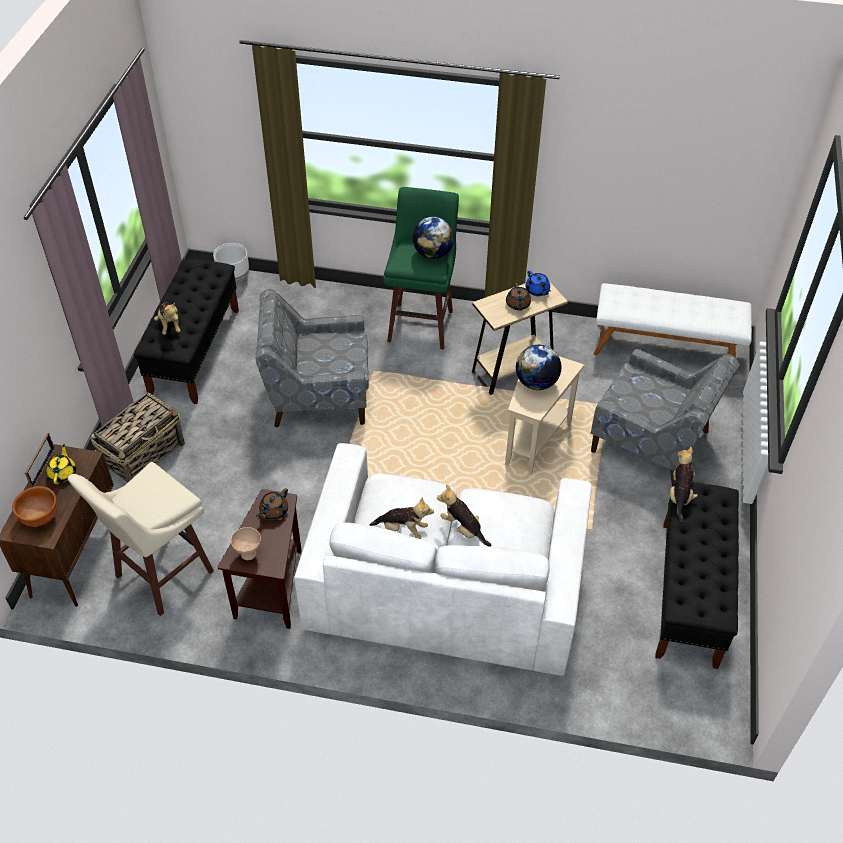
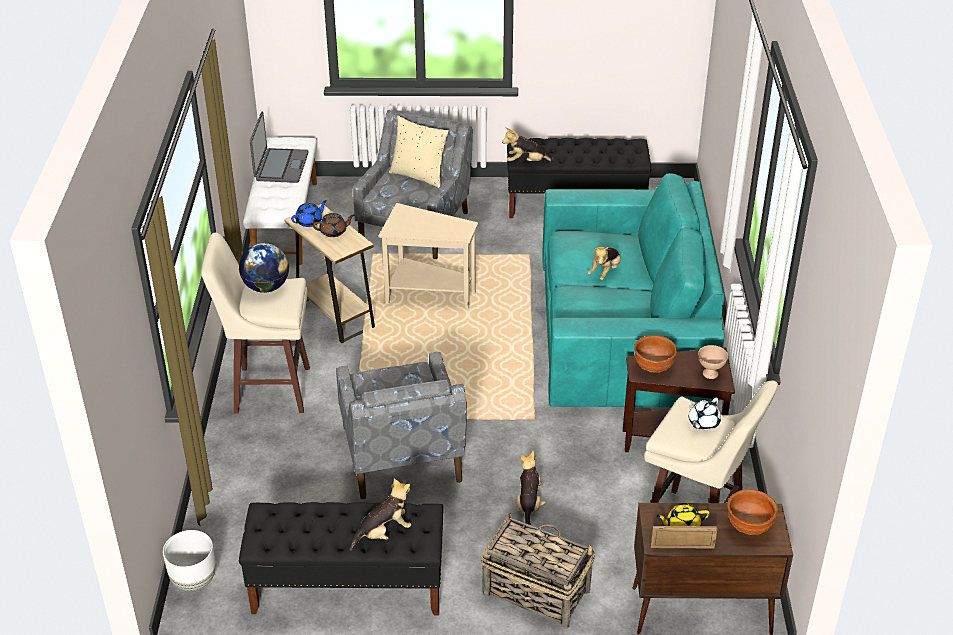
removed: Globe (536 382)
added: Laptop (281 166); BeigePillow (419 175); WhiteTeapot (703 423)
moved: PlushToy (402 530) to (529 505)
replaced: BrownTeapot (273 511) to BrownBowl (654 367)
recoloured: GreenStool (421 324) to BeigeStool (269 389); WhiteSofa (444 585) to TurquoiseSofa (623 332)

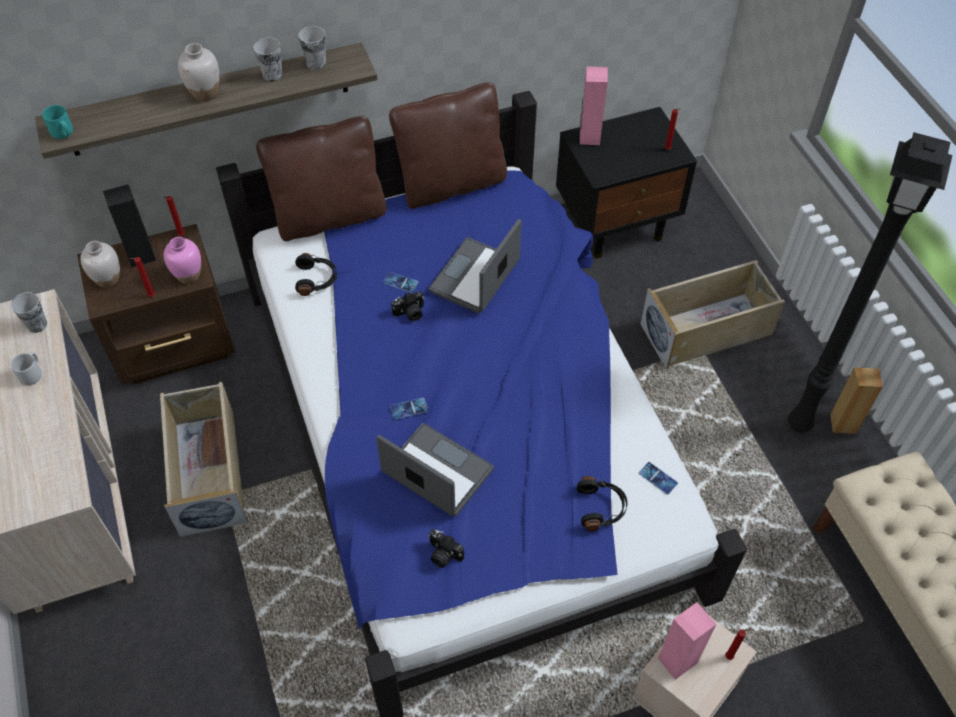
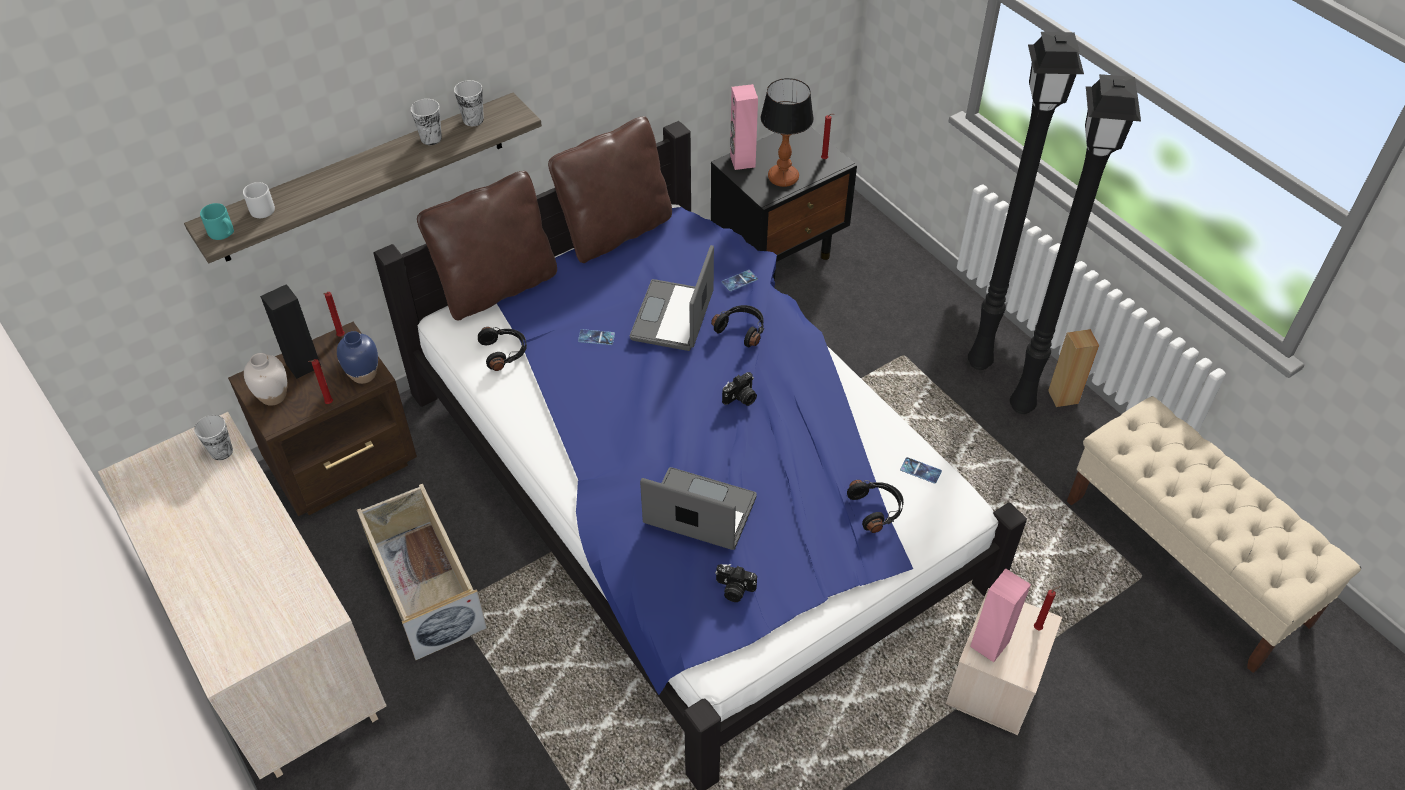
removed: WhiteVase (205 93); BeigeStorageBox (707 329)
added: BlackHeadphones (742 330); TableLamp (783 178); BlackFloorLamp (981 361)
moved: GreyMug (32 374) to (263 208); Phone (409 409) to (739 281); PhotoCamera (410 313) to (741 398)
recoloured: PinkVase (188 275) to BlueVase (363 375)

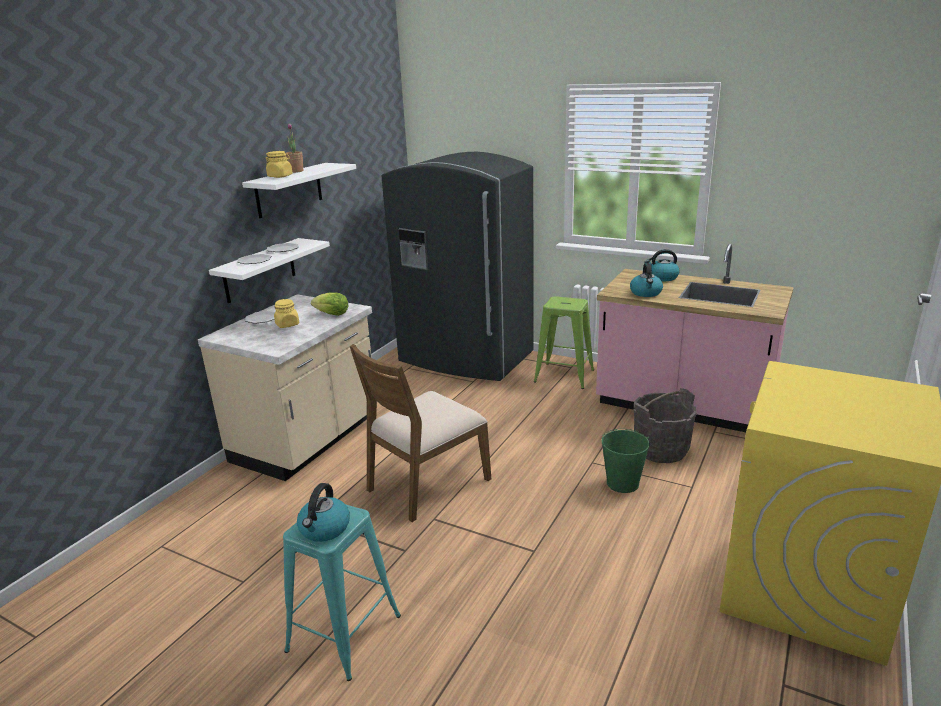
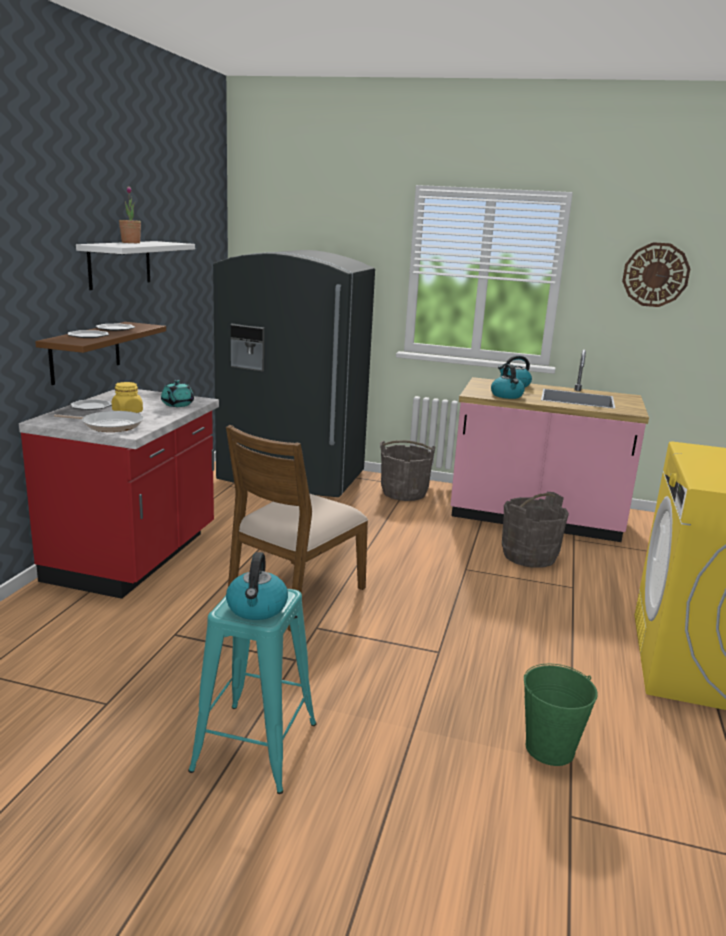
removed: YellowJar (280 176)
added: FryingPan (109 425); WallClock (655 275)
moved: GreenBucket (623 483) to (550 749)
replaced: Lettuce (332 314) to TurquoiseTeapot (177 405); GreenStool (563 376) to GreyBucket (404 493)
recoloured: BeigeCounter (308 441) to RedCounter (135 557); WhiteShelf (259 270) to BrownShelf (85 352)

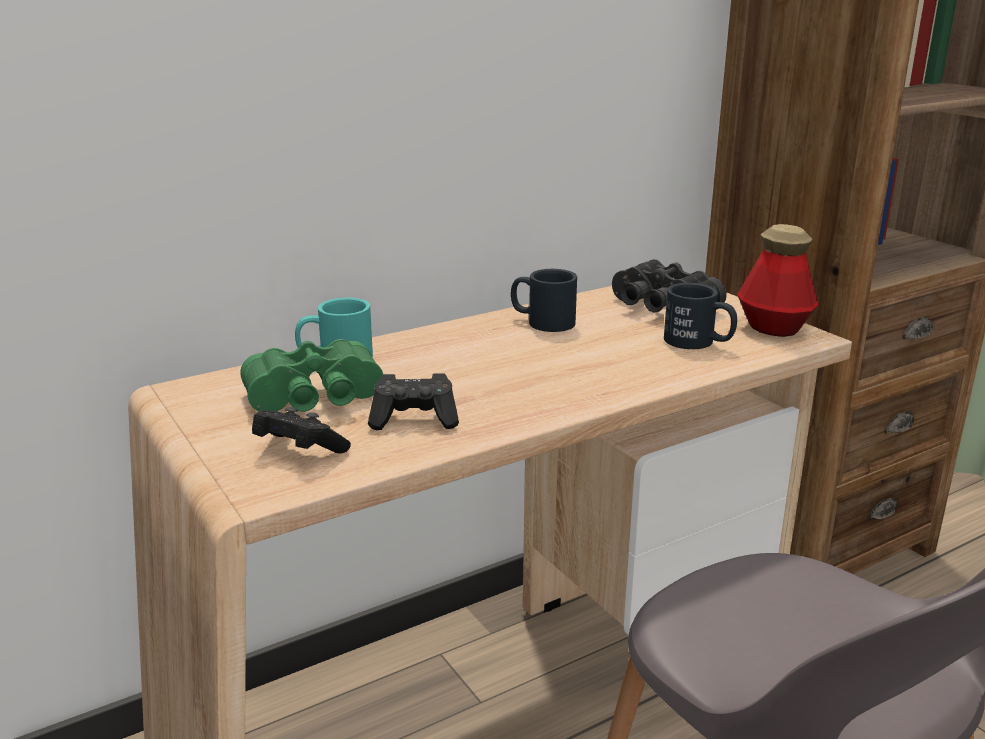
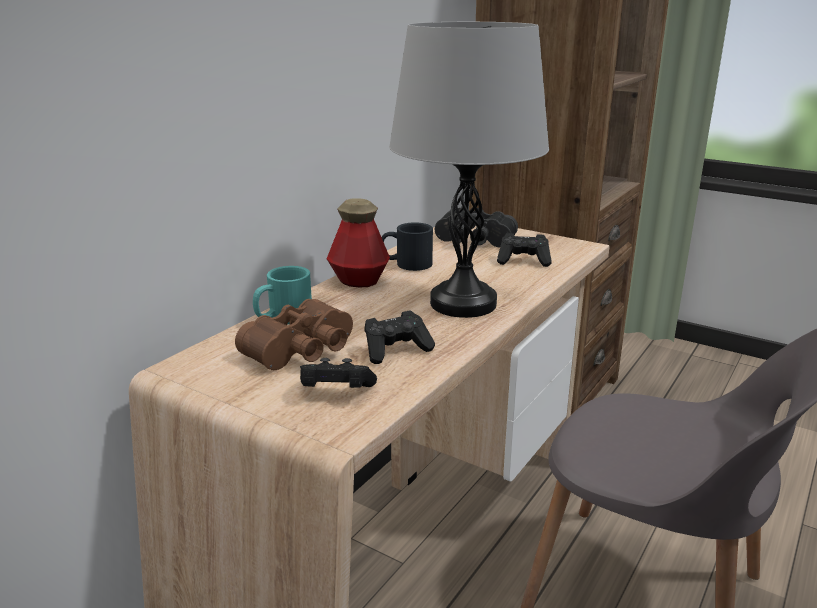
added: GreyTableLamp (463 303)
moved: Bottle (773 328) to (359 280)
replaced: BlackMug (698 342) to BlackGameController (524 261)
recoloured: GreenBinoculars (316 400) to BrownBinoculars (304 351)

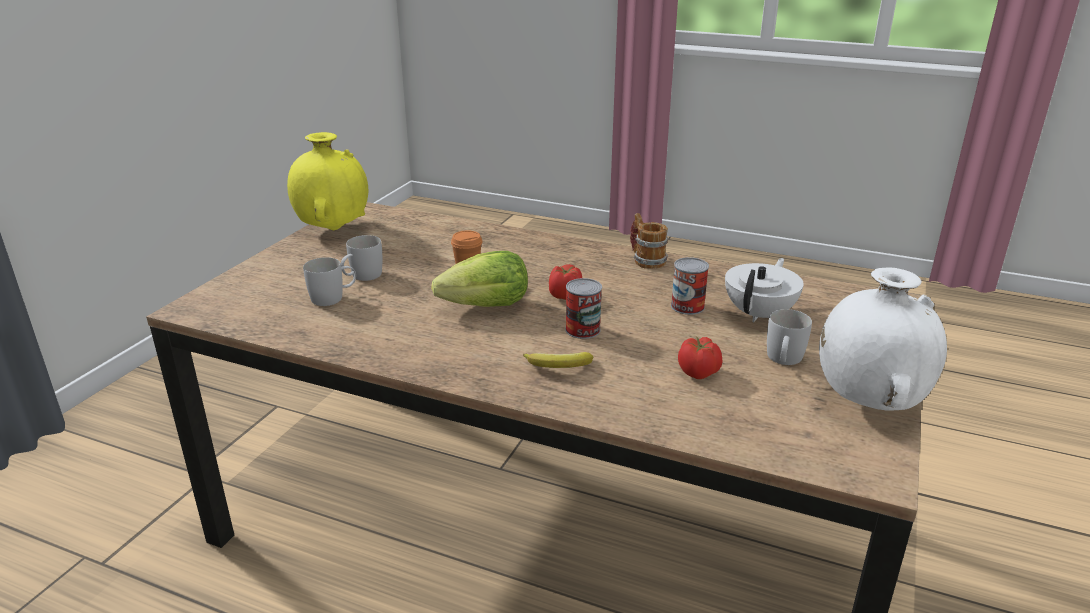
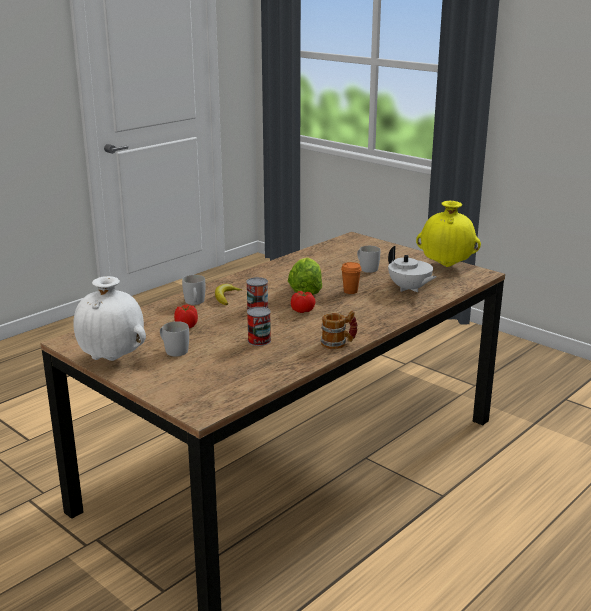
moved: WhiteMug (333 297) to (195 303); WhiteTeapot (760 314) to (409 289)

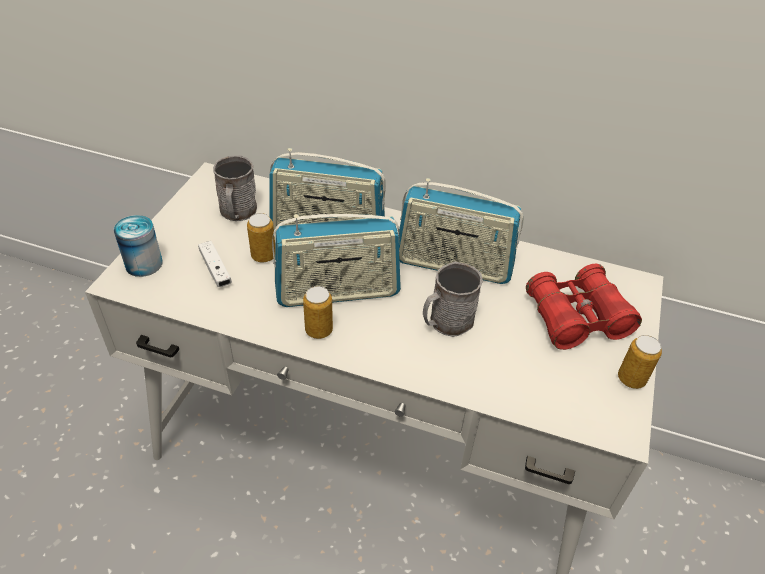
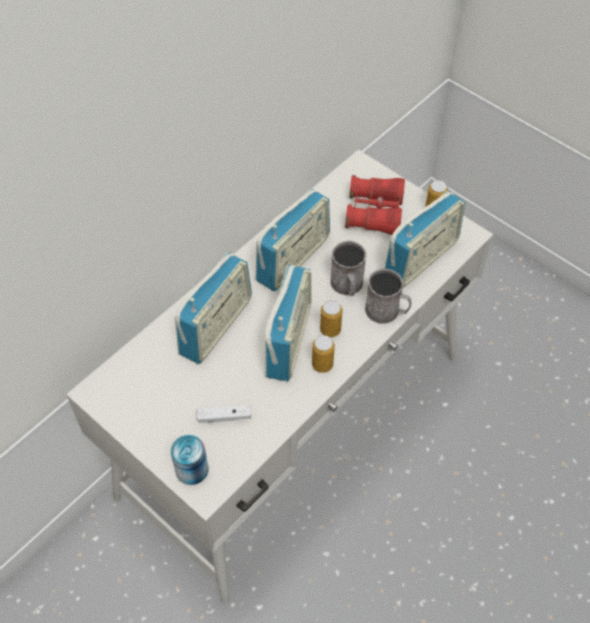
added: Radio (421 259)
moved: Can (263 256) to (330 330); GreyMug (238 212) to (387 311)

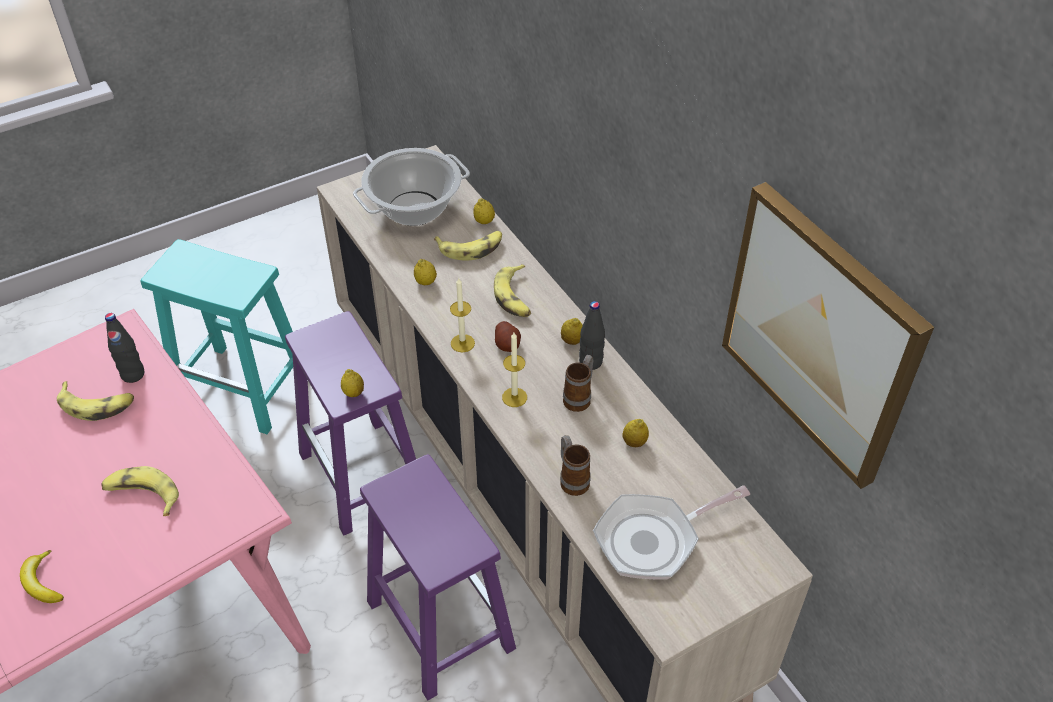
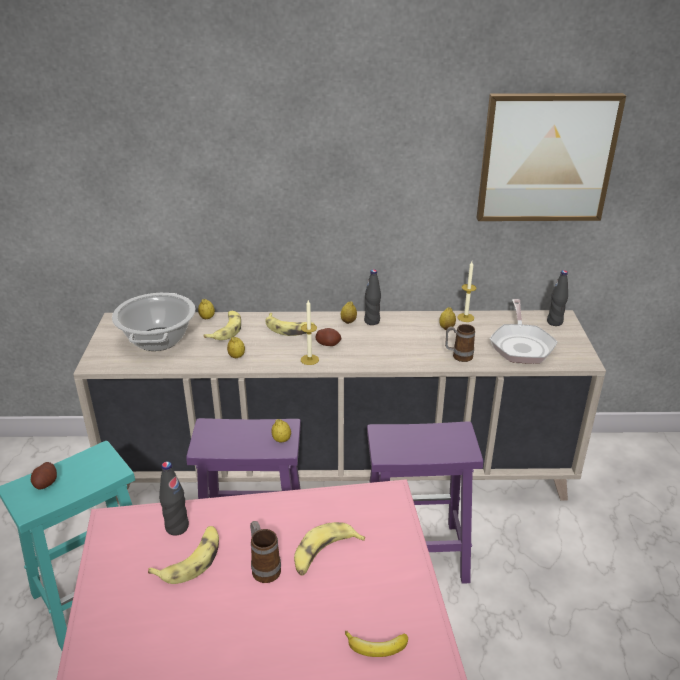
added: Potato (46 483); BlackBottle (554 322)
moved: Mug (580 397) to (264 567); Candle (514 397) to (465 317)

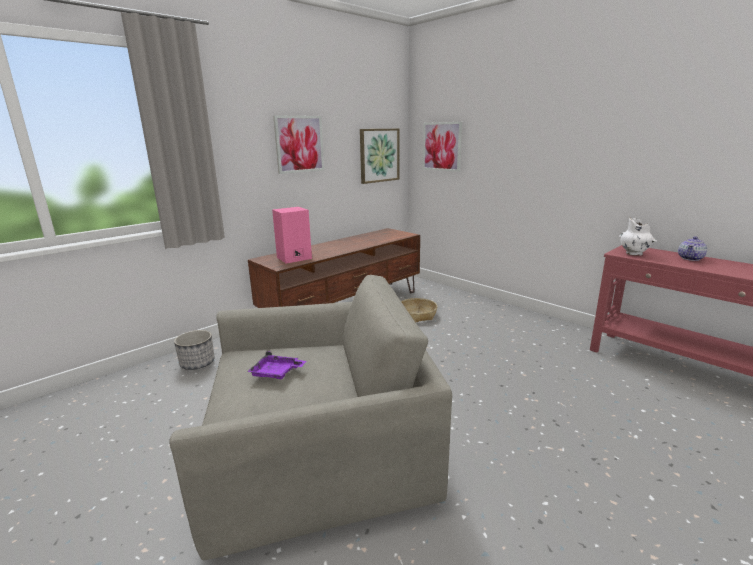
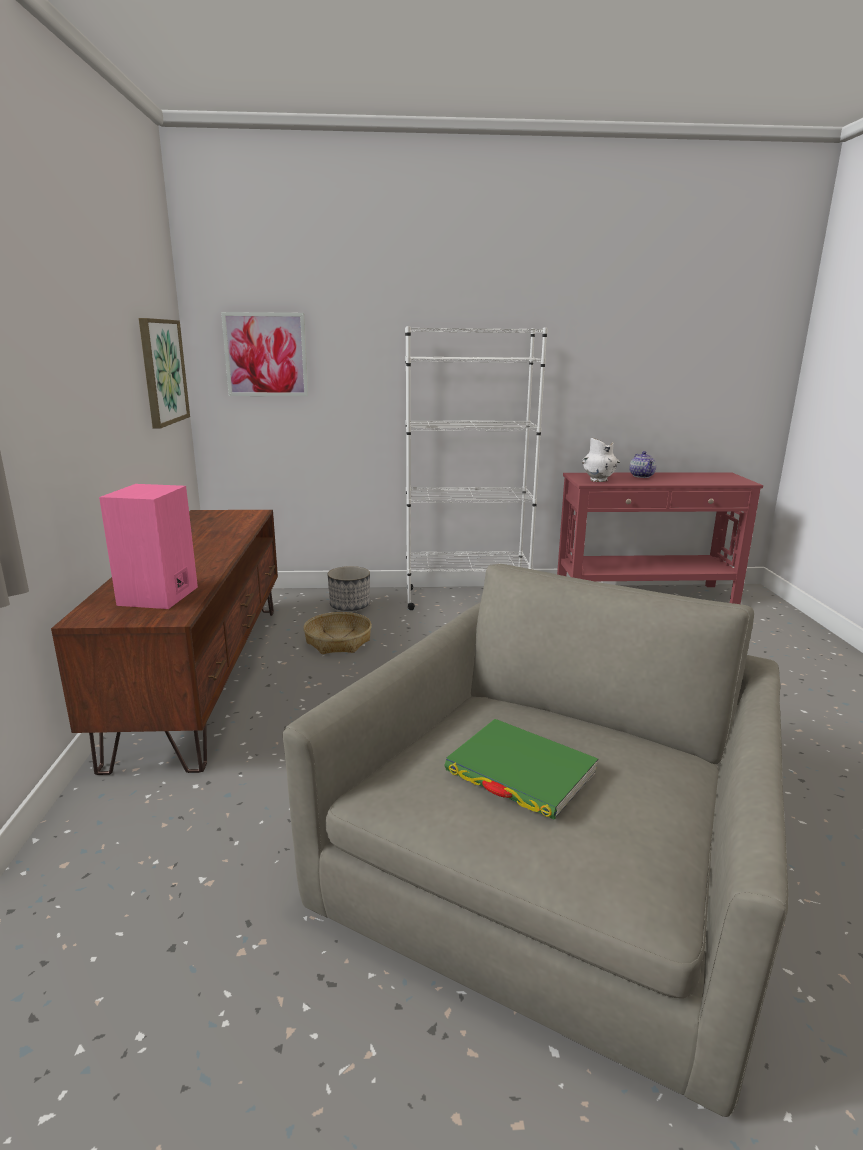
removed: Picture (299 144)
added: WhiteBookcase (466 598)
moved: Planter (197 363) to (350 606)
replaced: PurpleTray (276 373) to GreenBook (520 772)

